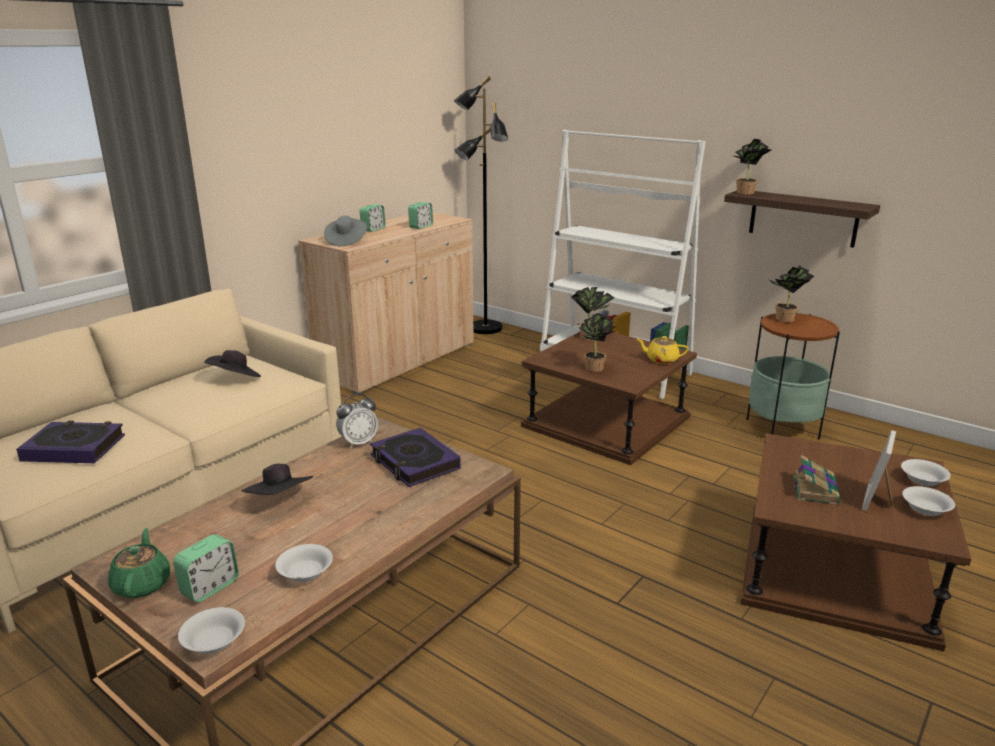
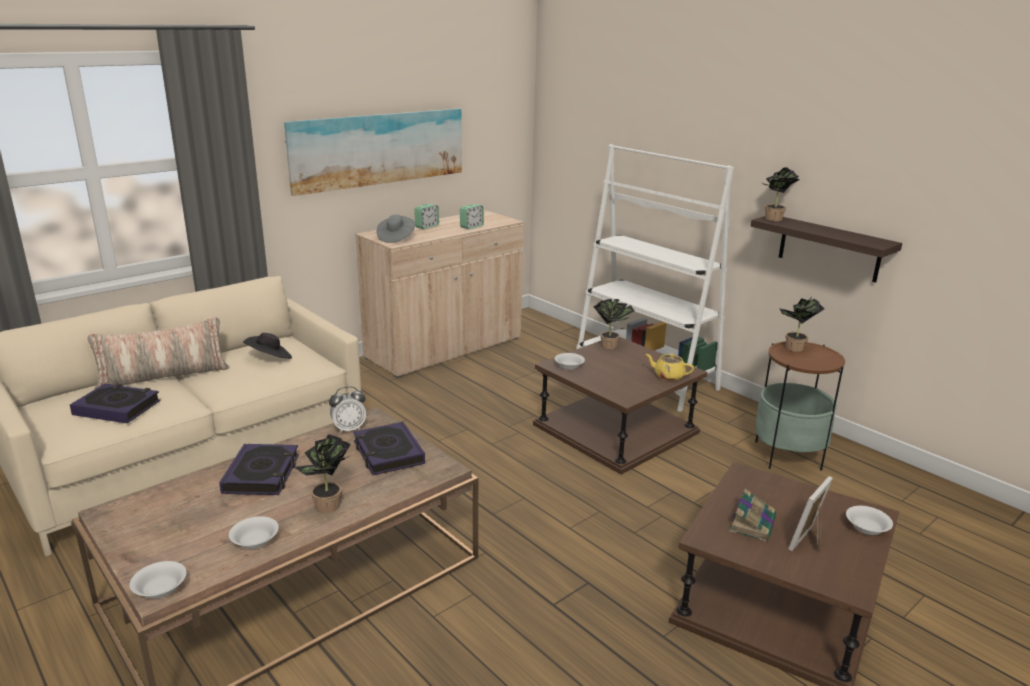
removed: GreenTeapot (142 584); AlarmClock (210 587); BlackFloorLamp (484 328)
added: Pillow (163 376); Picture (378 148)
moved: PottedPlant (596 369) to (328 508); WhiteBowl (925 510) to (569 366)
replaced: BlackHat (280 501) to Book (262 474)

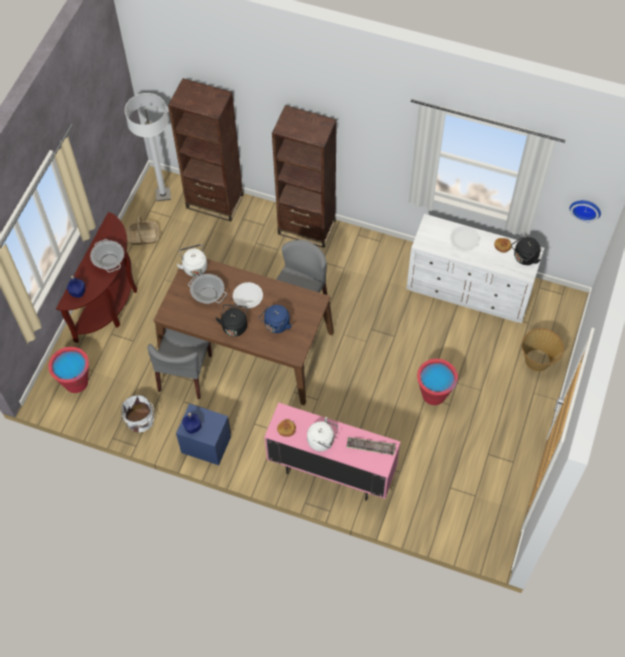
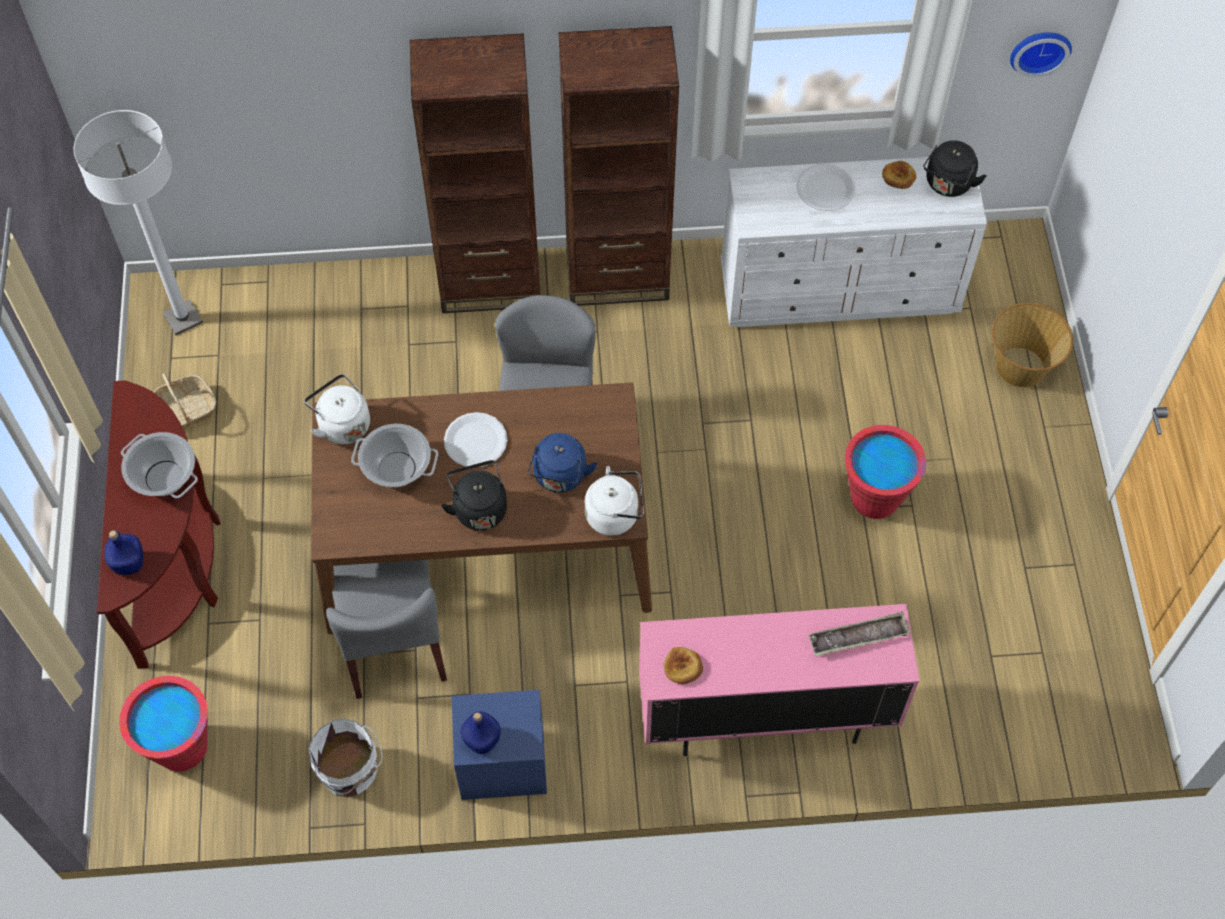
moved: BrownBookcase (214 202) to (617 275); WhiteKettle (322 441) to (615 514)

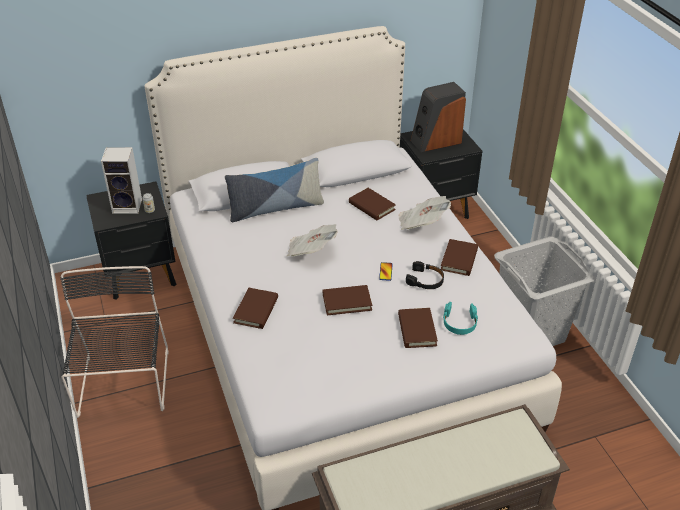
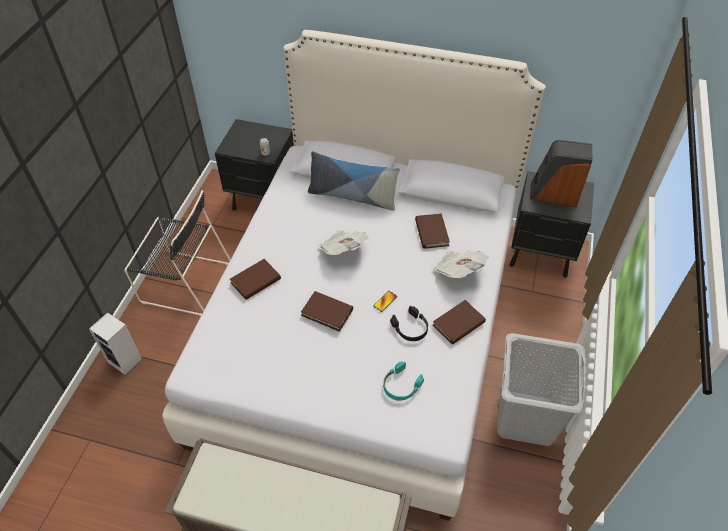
removed: BrownBook (417 330)
moved: Speaker (128 206) to (126 361)
turned: BlackChair (123 385) = (184 282) 75 degrees clockwise

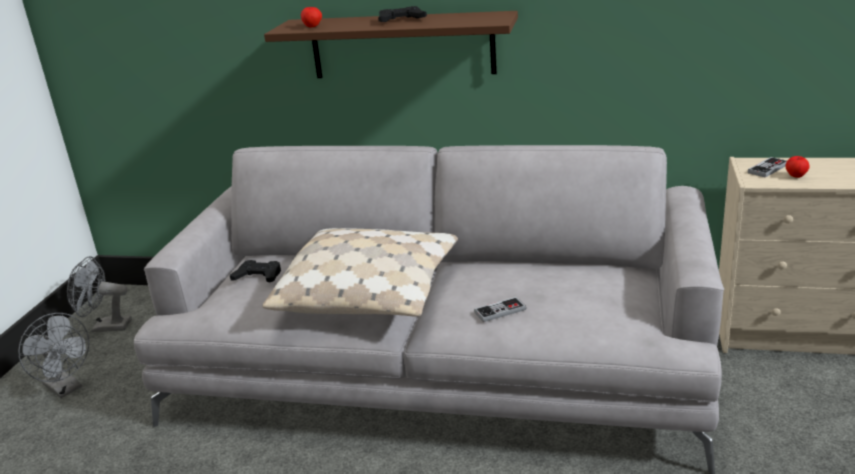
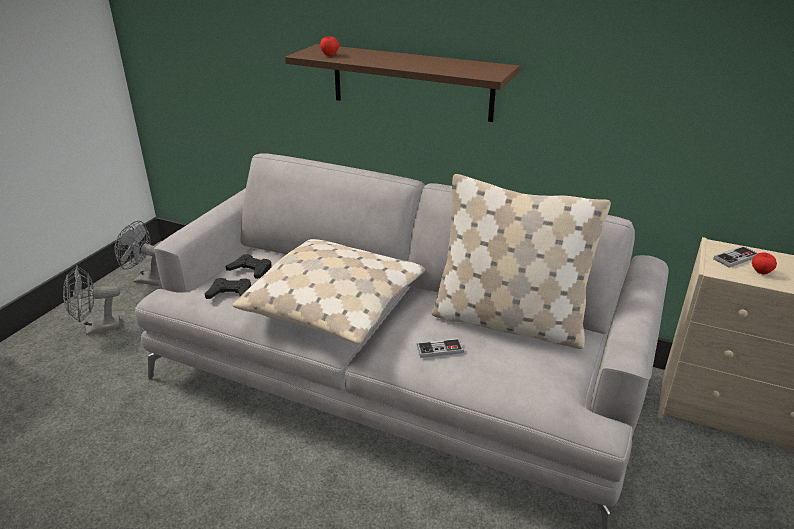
added: BeigePillow (508 321)
moved: BlackGameController (401 20) to (230 293)
turned: GreyFan (66 388) = (97 329) 105 degrees clockwise

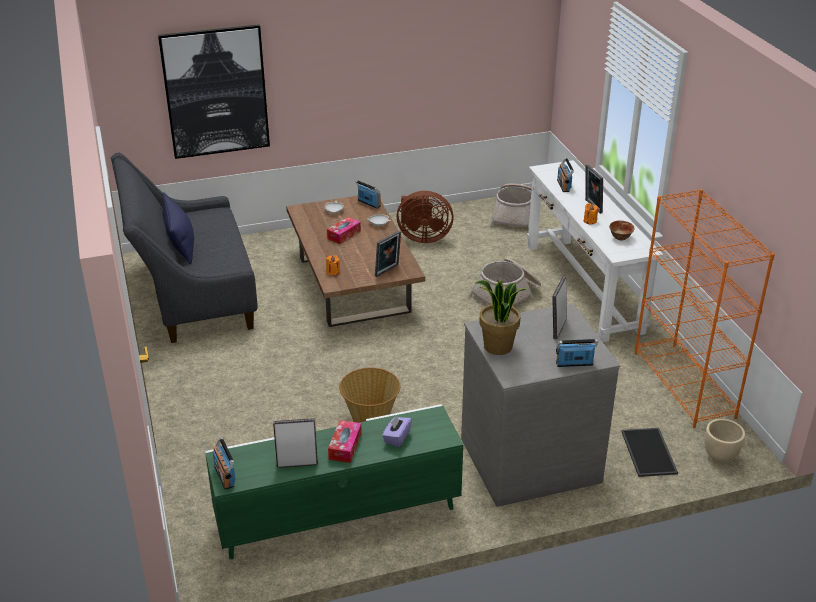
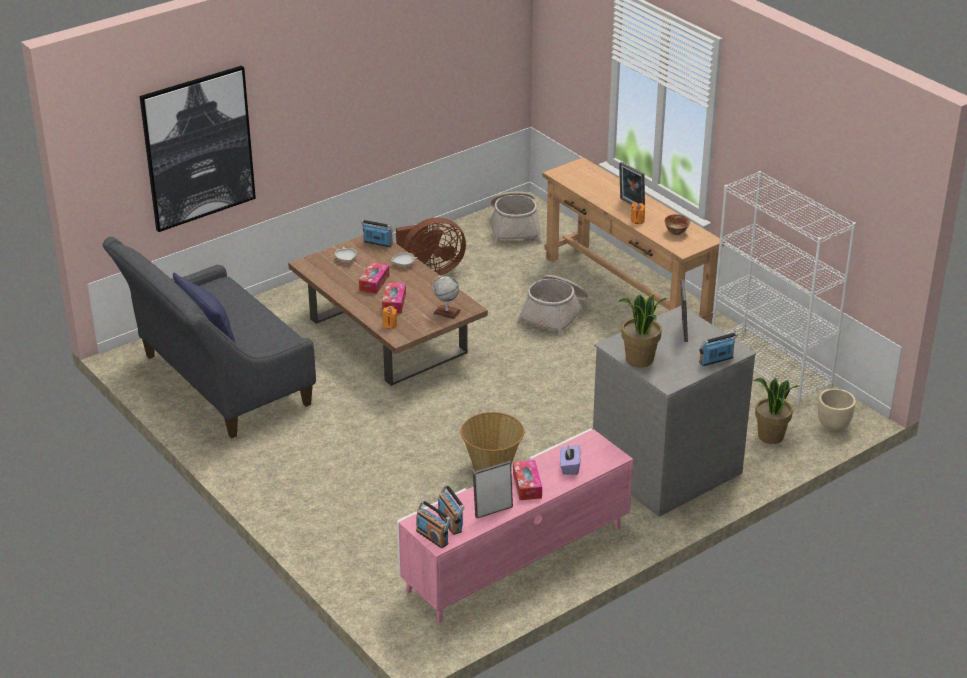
added: TissueBox (394 303)
moved: Radio (563 185) to (450 522)
replaced: PictureFrame (388 271) to Globe (446 312); Tray (650 452) to PottedPlant (770 437)
recoloured: GreenTvStand (337 514) to PinkTvStand (516 559); WhiteConsoleTable (582 287) to BrownConsoleTable (626 291); OrangeBookcase (684 385) to WhiteBookcase (771 367)

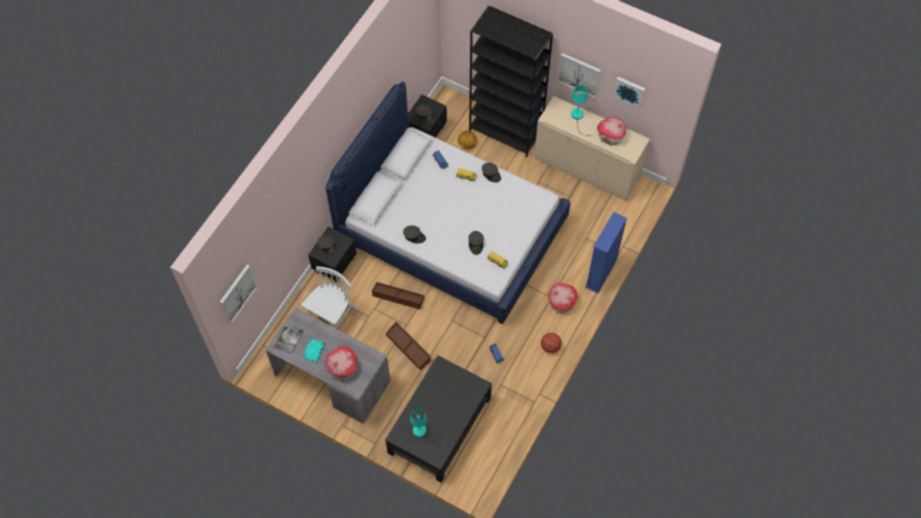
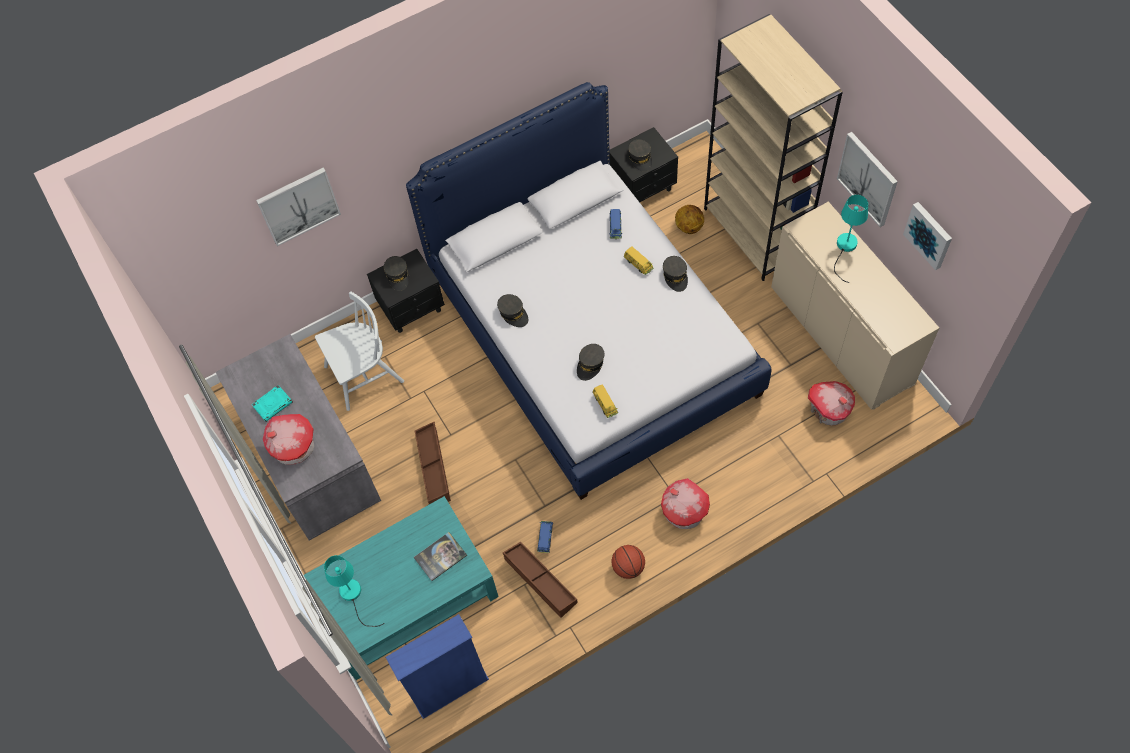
moved: Picture (237 293) to (298 205); BlueBookcase (601 274) to (450 688); Book (288 339) to (440 556); BrownStorageBox (398 297) to (539 581); ToyHouse (610 137) to (829 410)
recoloured: BlackCoffeeTable (439 425) to TurquoiseCoffeeTable (406 597); BlackBookcase (506 131) to BeigeBookcase (755 233)

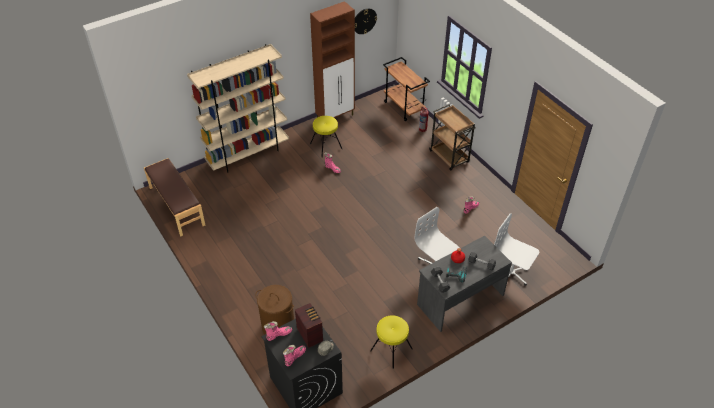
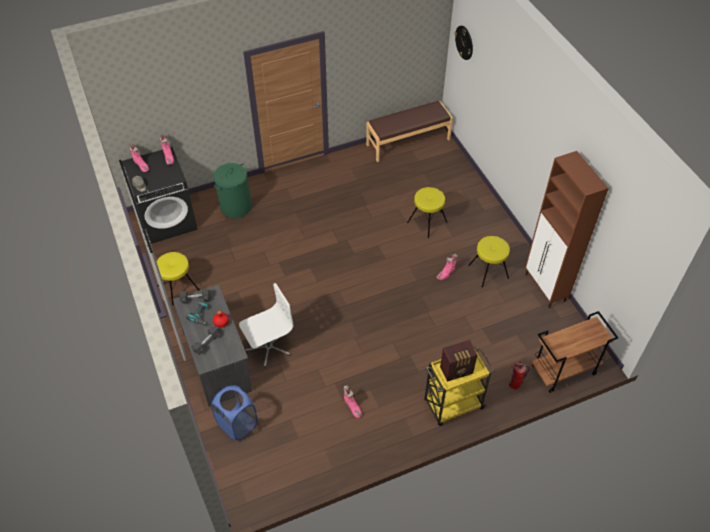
removed: BeigeBookcase (248 154)
added: YellowStool (426 222)
moved: Radio (310 334) to (457 370); WallClock (364 21) to (464 42)
replaced: WhiteOfficeChair (511 273) to BlueLaundryBasket (237 424)
recoloured: BrownLaundryBasket (278 327) to GreenLaundryBasket (235 207); BrownCart (449 157) to YellowCart (452 405)

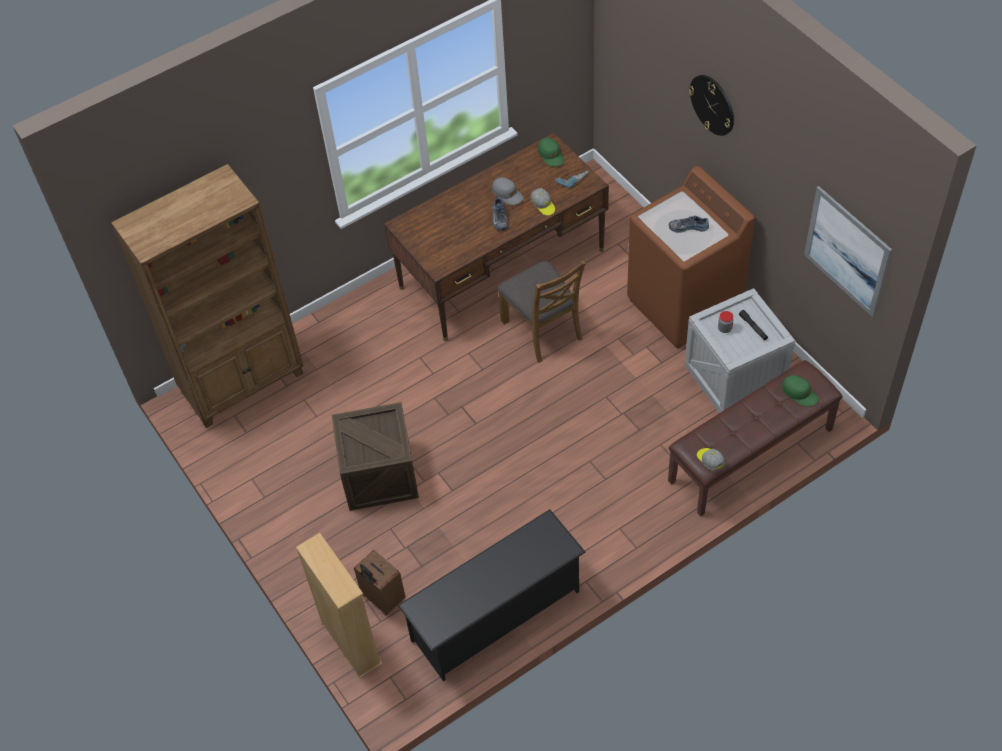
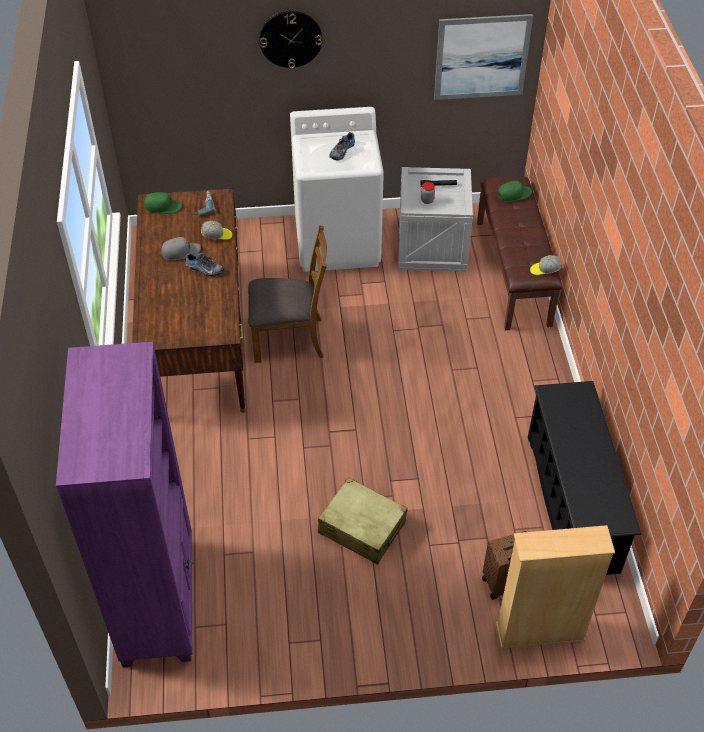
replaced: Crate (379 475) to BeigeSuitcase (362 528)
recoloured: BrownBookcase (244 383) to PurpleBookcase (159 600); BrownWashingMachine (684 305) to WhiteWashingMachine (338 242)

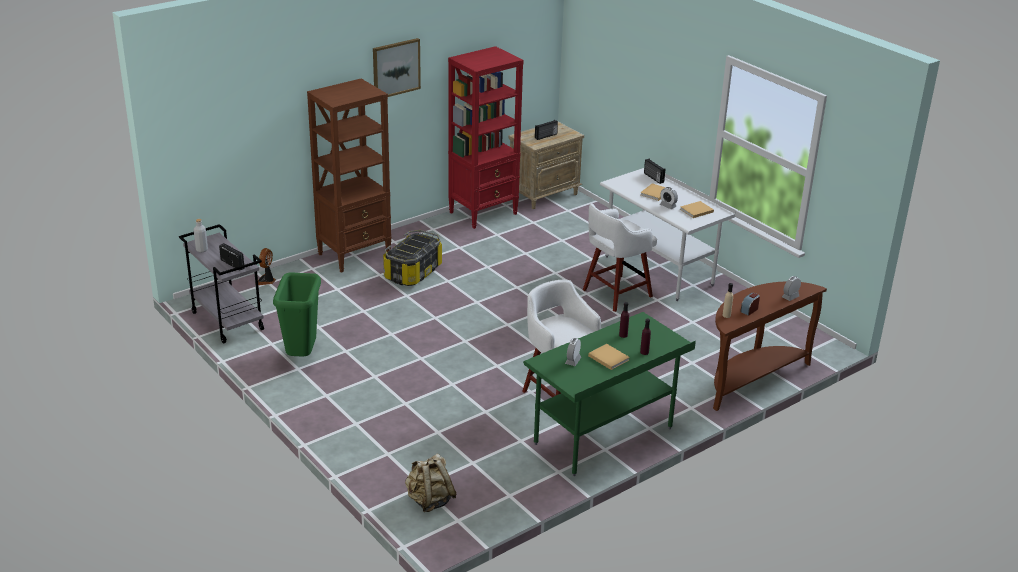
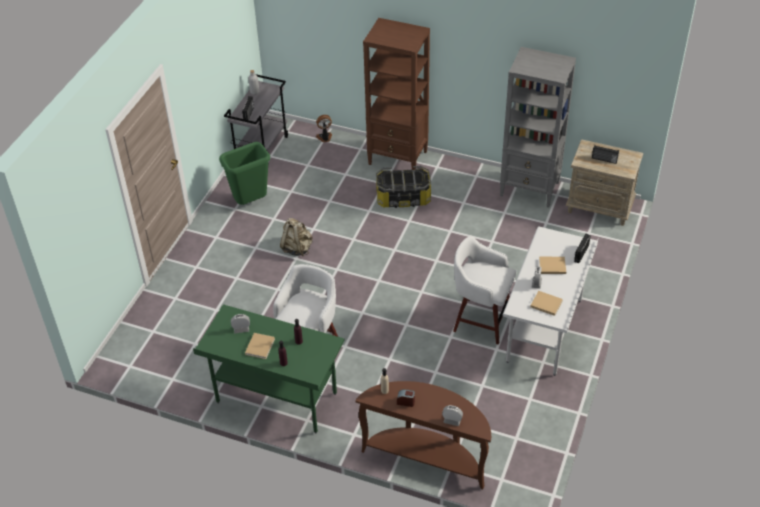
removed: Picture (396 68)
moved: BeigeBackpack (430 500) to (297 248)
recoloured: RedBookcase (484 213) to GreyBookcase (530 189)

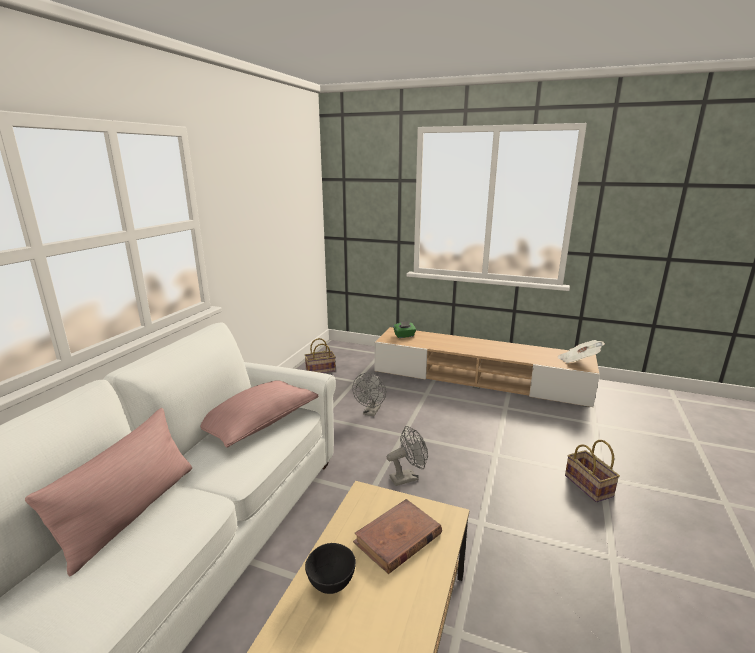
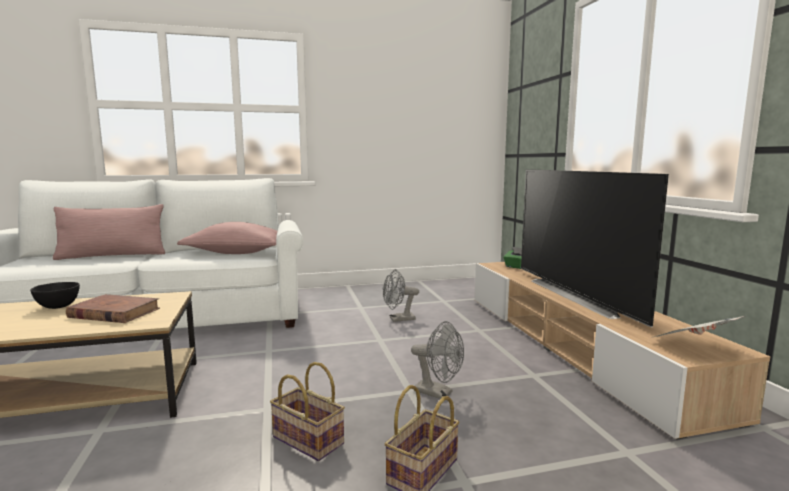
added: Television (579 296)
moved: Basket (320 370) to (305 440); GreyFan (408 477) to (438 393)

